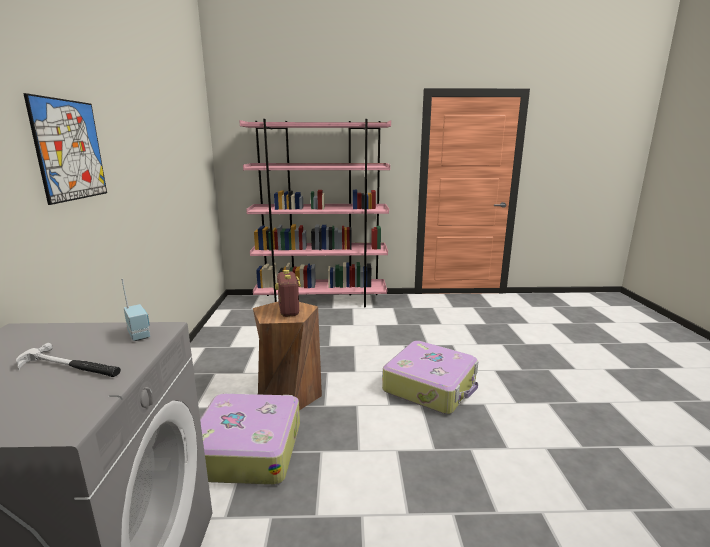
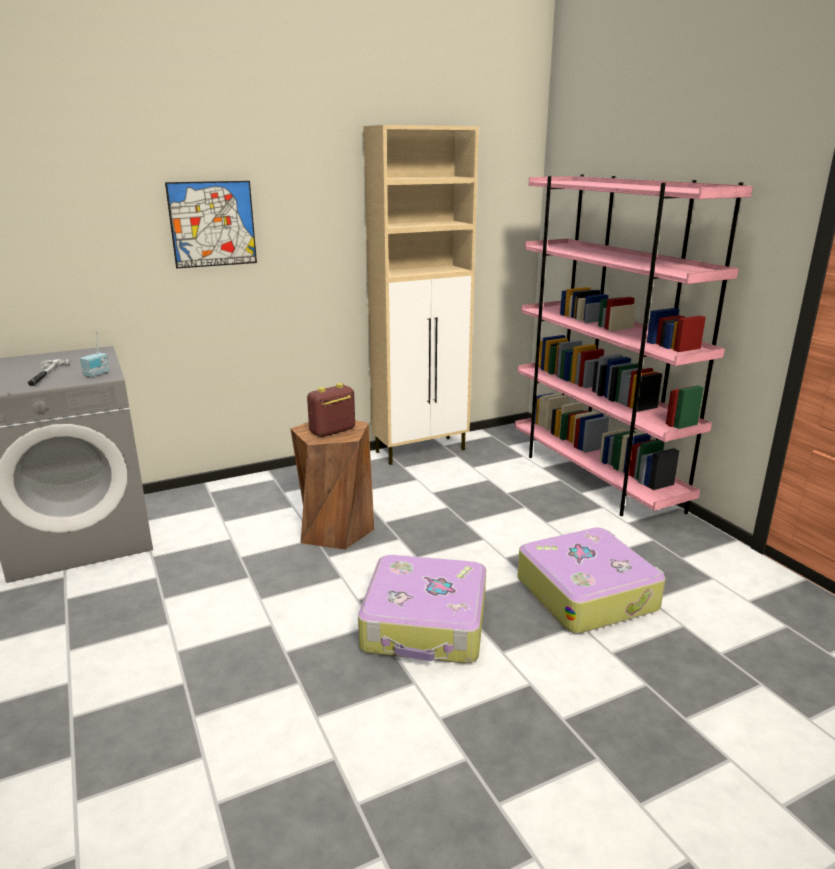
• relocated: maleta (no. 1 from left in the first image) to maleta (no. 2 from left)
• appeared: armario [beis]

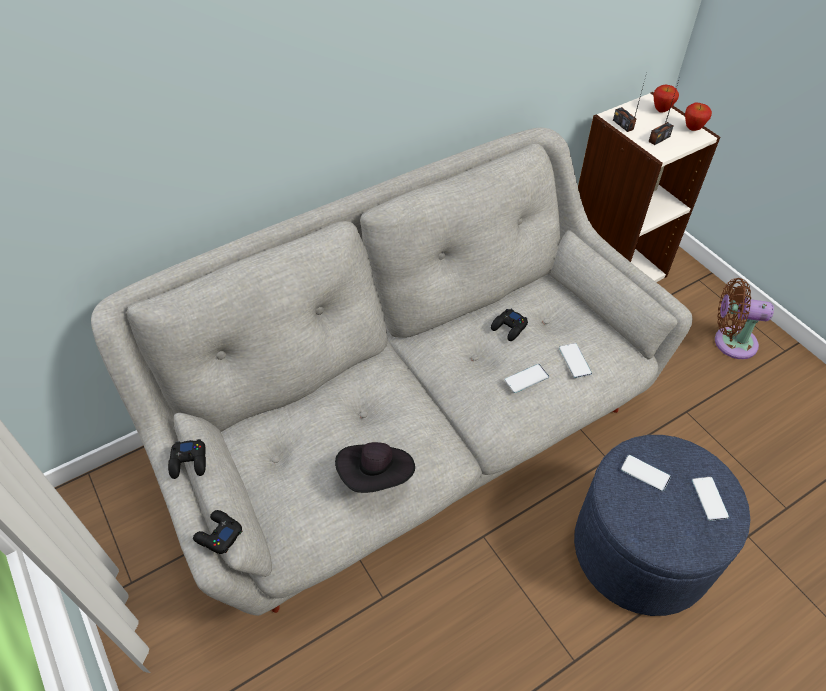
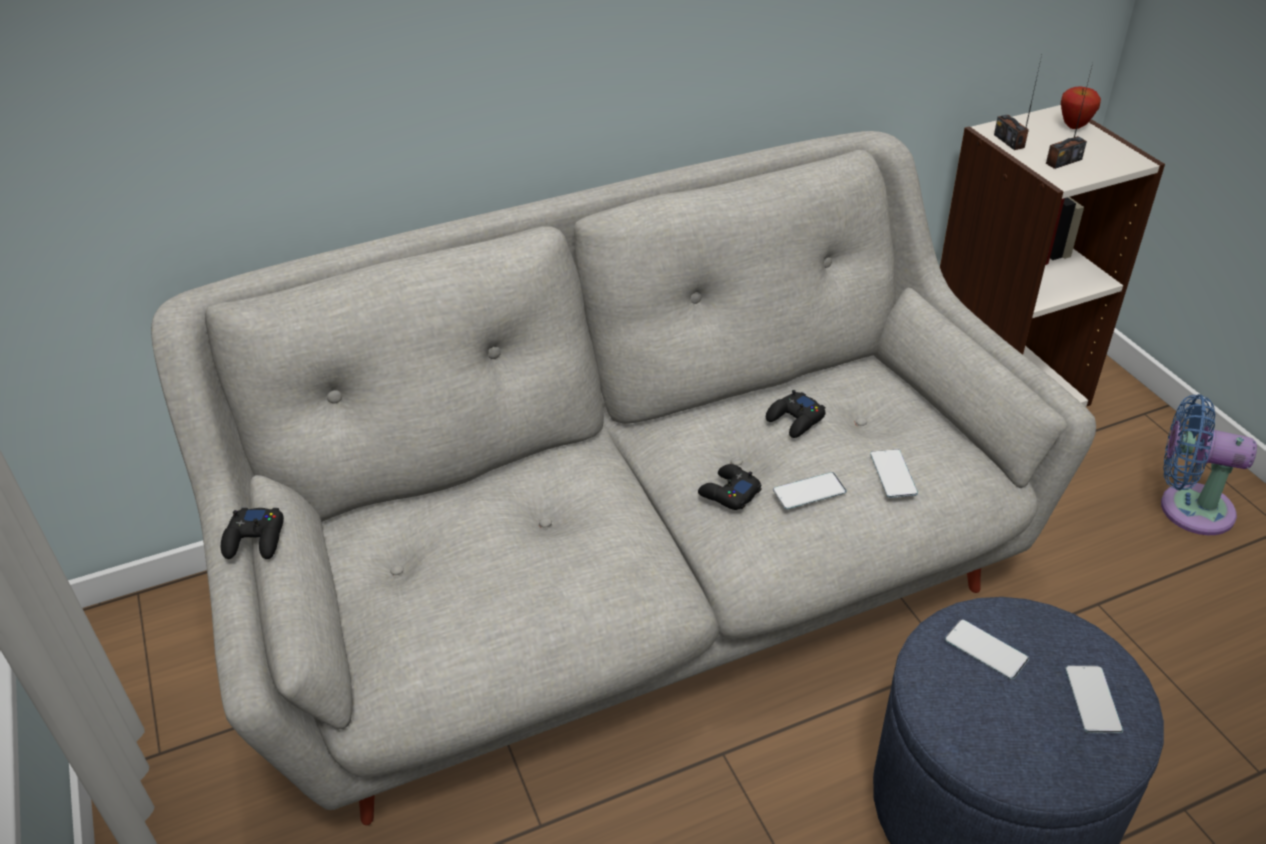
• missing: manzana (no. 2 from left)
• colour: ventilador [marrón] to ventilador [azul]
• missing: sombrero [negro]
• relocated: mando de consola [negro] (no. 2 from left)

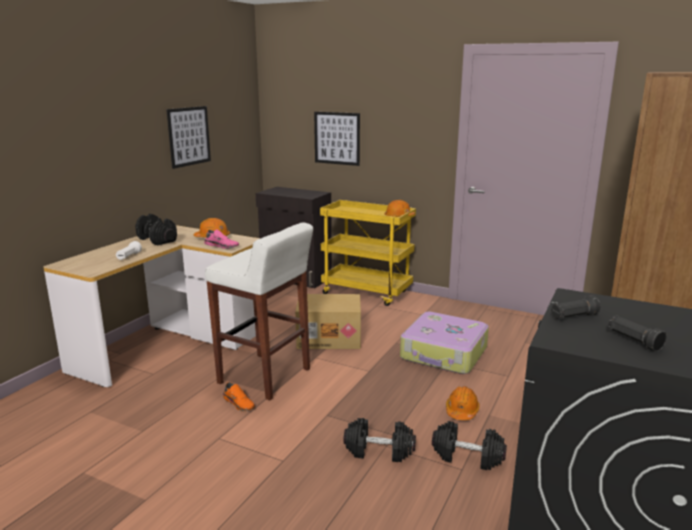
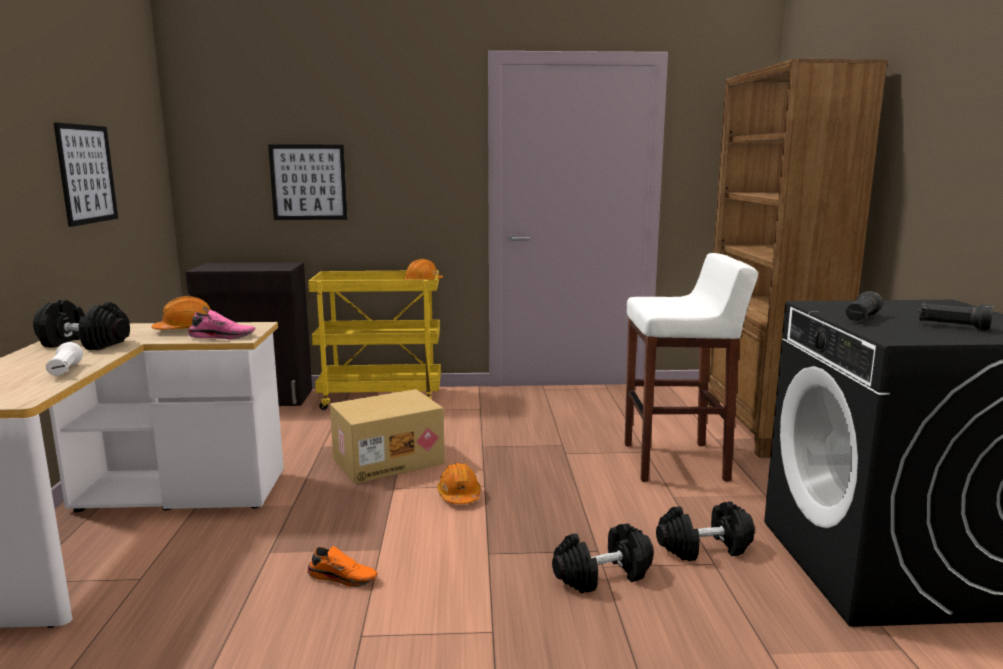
• relocated: taburete [blanco]
• missing: maleta
• relocated: casco [naranja] (no. 3 from left)

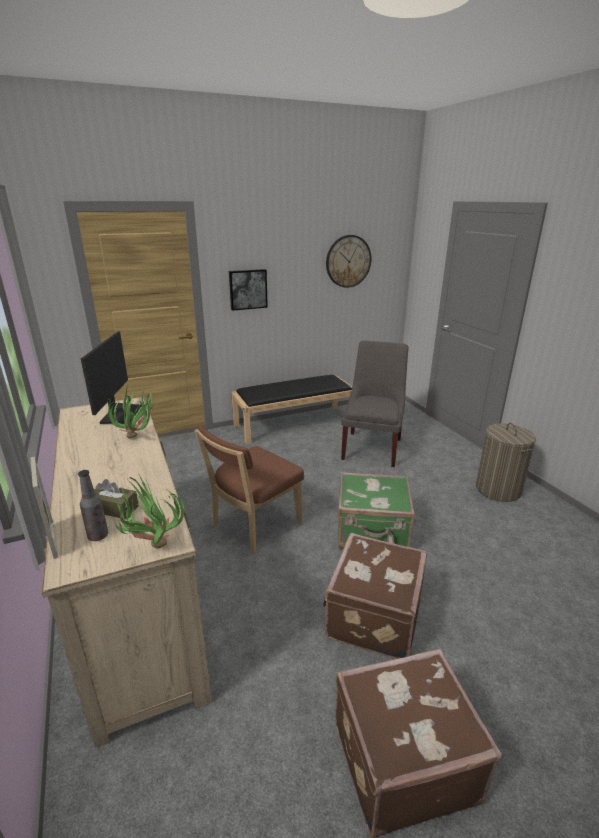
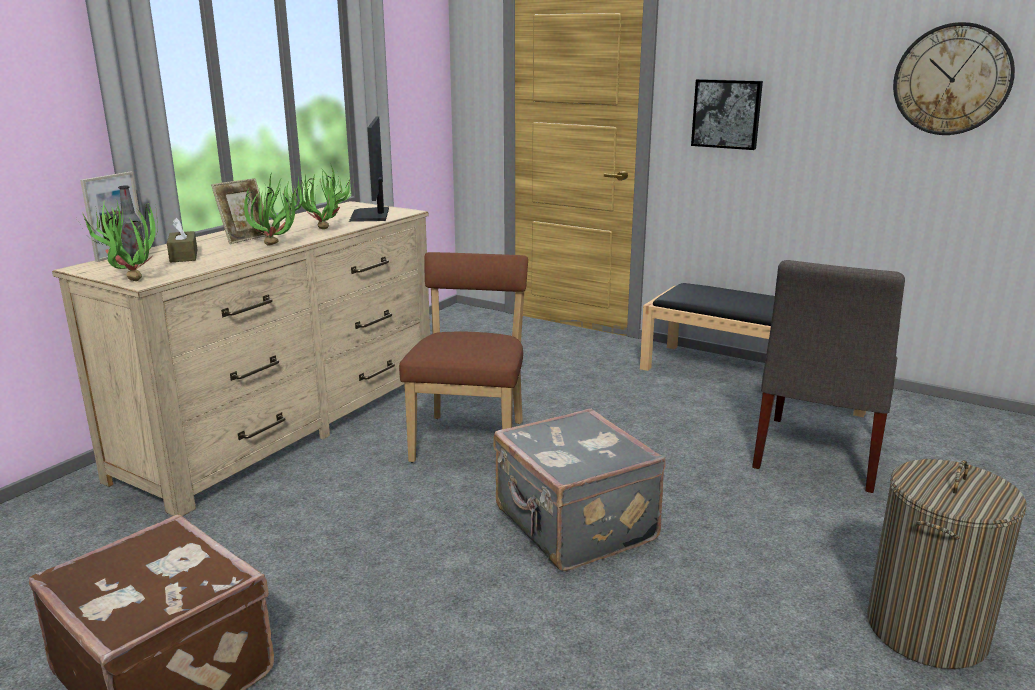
• spun: monitor 120 degrees clockwise
• spun: silla [gris] 135 degrees clockwise
• spun: silla [marrón] 90 degrees clockwise
• colour: maleta [verde] to maleta [gris]
• missing: maleta [marrón] (no. 1 from left)
• appeared: planta en maceta (no. 2 from left)
• appeared: portarretratos (no. 2 from left)

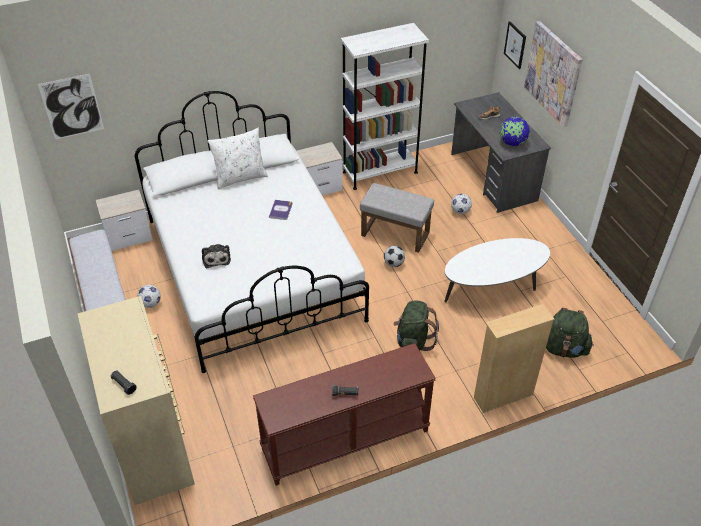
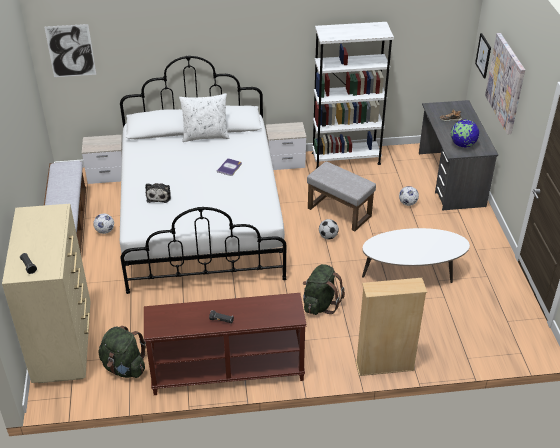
• relocated: mochila [verde] (no. 2 from left in the first image) to mochila [verde] (no. 1 from left)

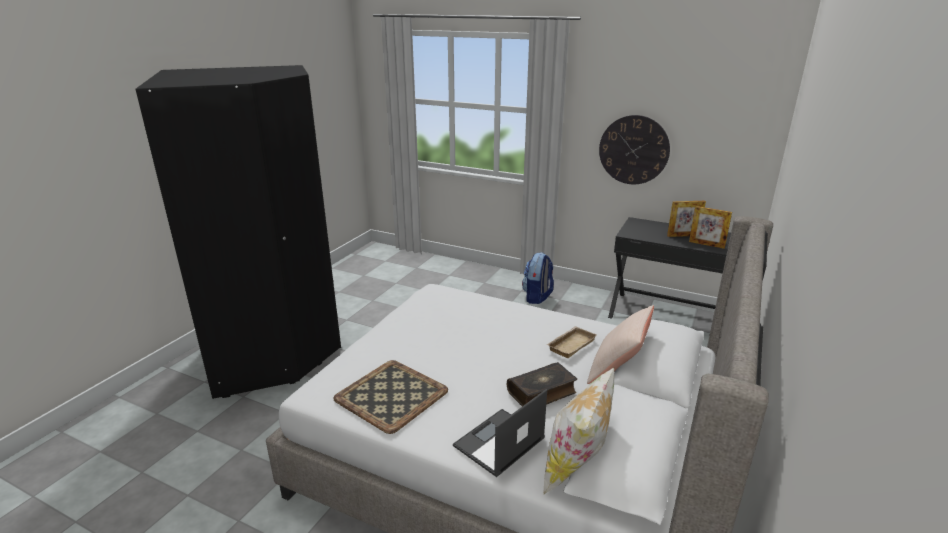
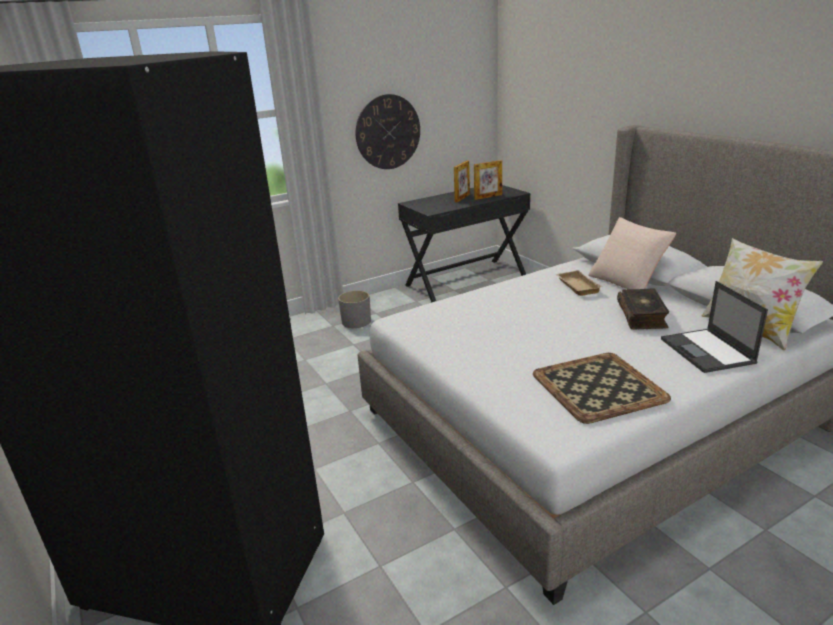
• exchanged: mochila to maceta [gris]

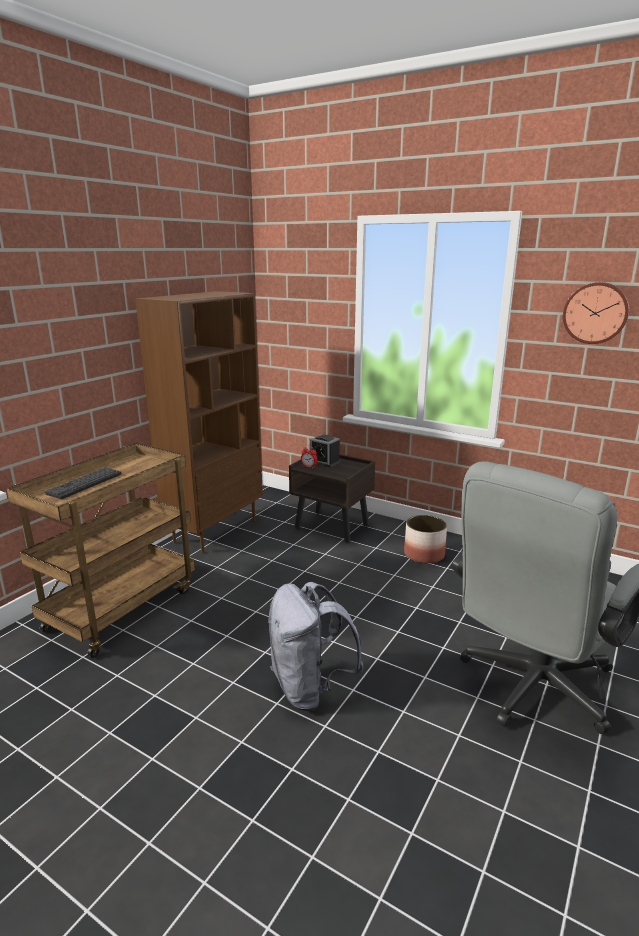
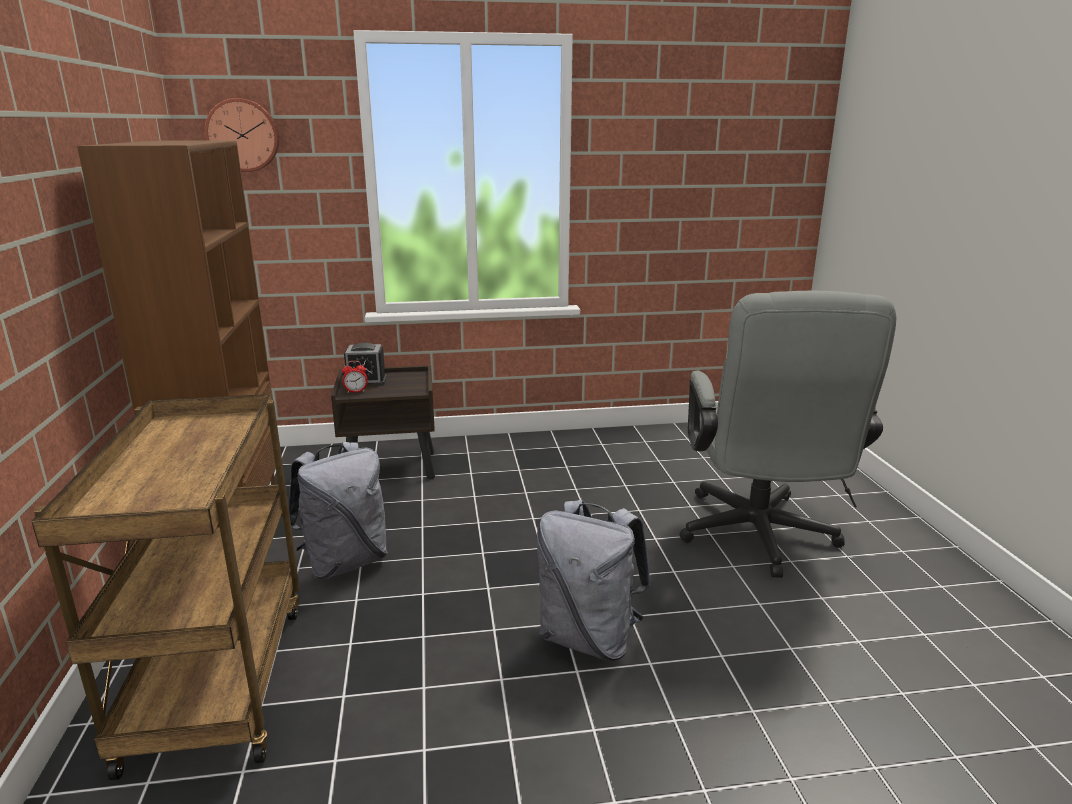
• relocated: reloj de pared
• missing: teclado
• missing: maceta
• appeared: mochila [gris] (no. 1 from left)

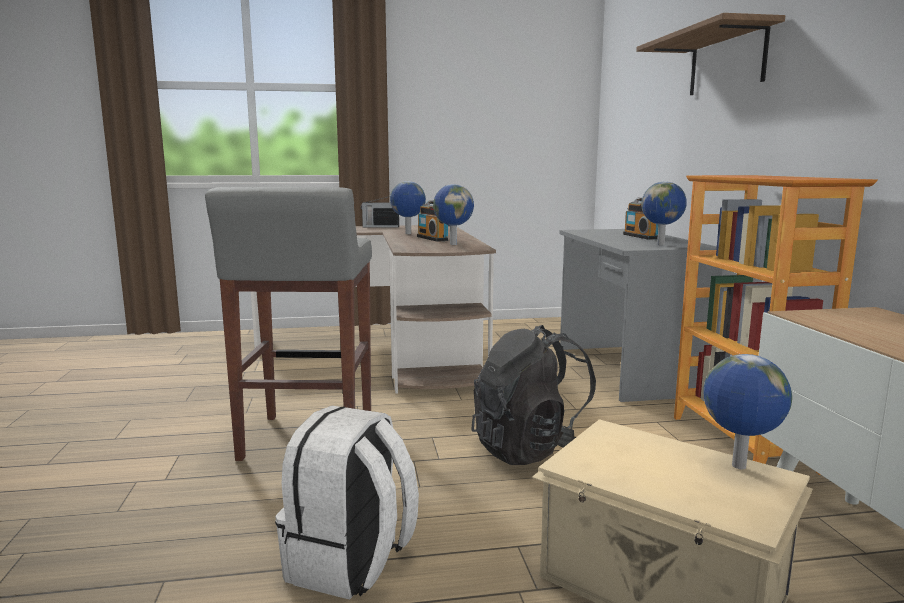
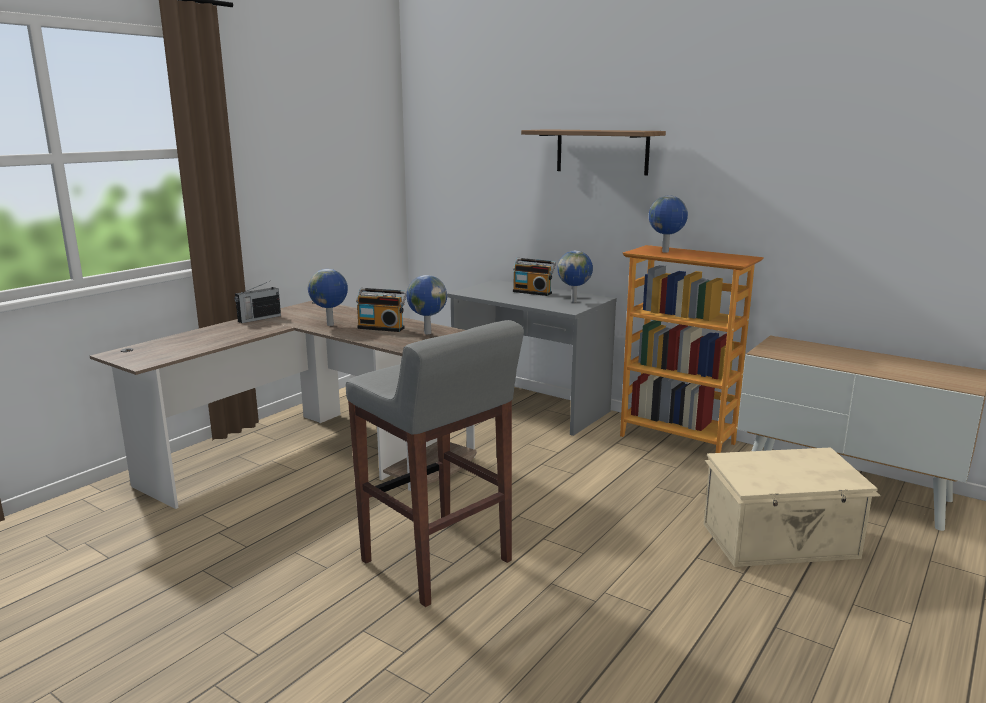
• missing: mochila [negro]
• relocated: globo terráqueo (no. 4 from left)
• missing: mochila [blanco]

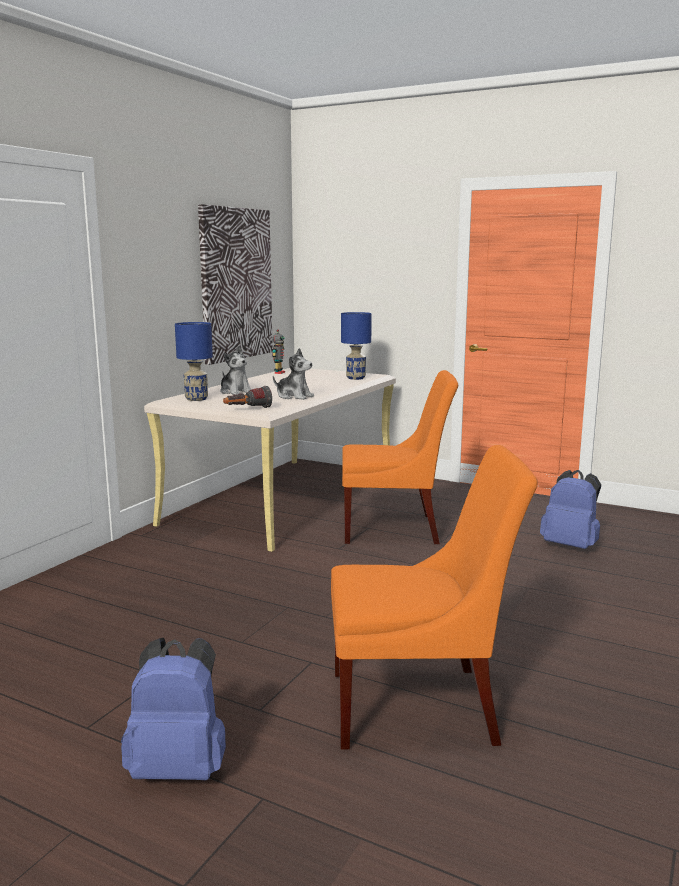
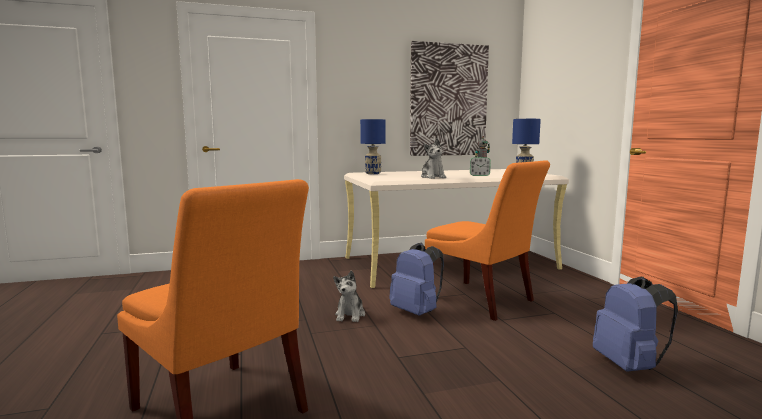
• relocated: peluche (no. 1 from left)
• missing: linterna
• relocated: mochila [azul] (no. 1 from left)
• appeared: despertador

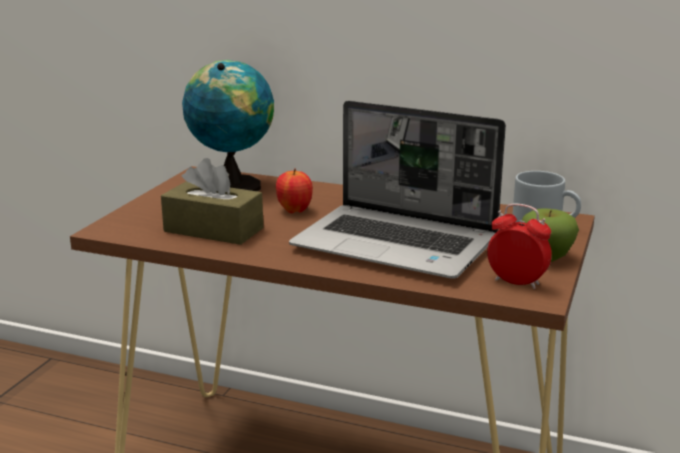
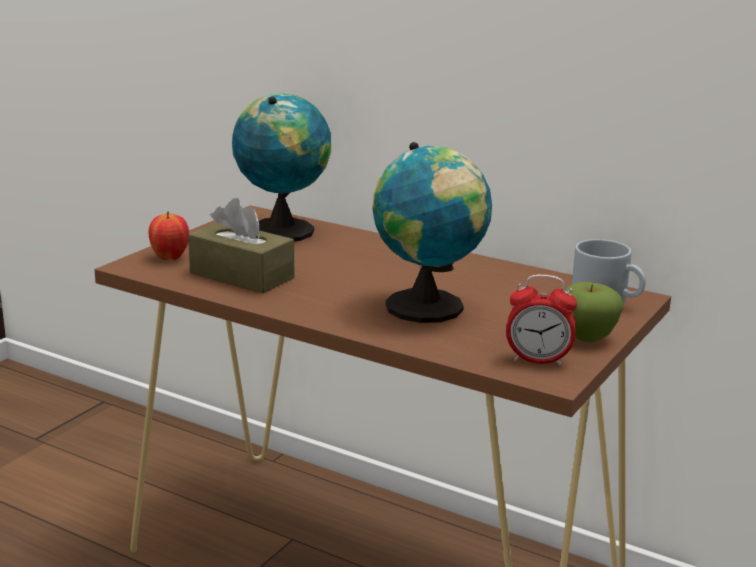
• exchanged: portátil to globo terráqueo (no. 2 from left)
• relocated: manzana (no. 1 from left)
• spun: despertador 150 degrees clockwise

